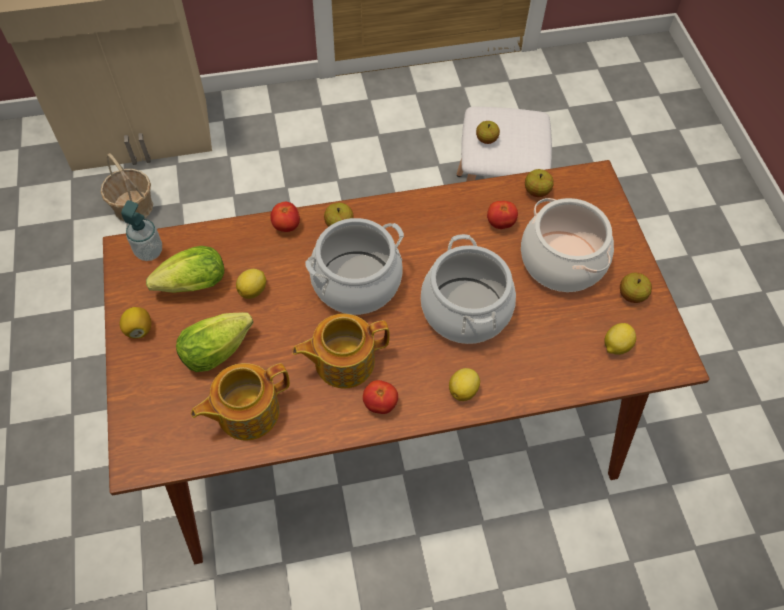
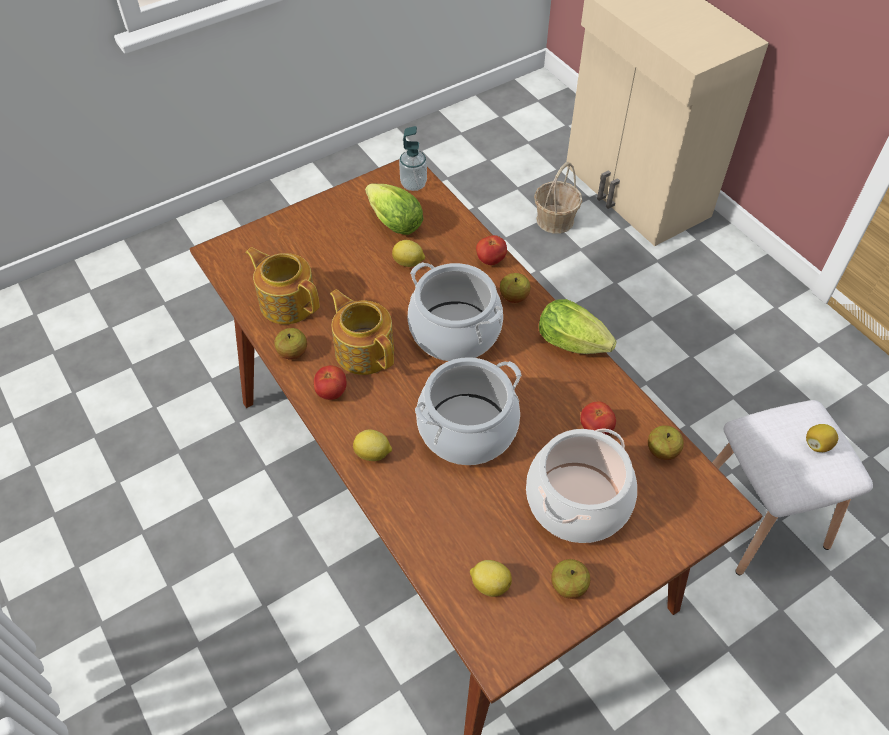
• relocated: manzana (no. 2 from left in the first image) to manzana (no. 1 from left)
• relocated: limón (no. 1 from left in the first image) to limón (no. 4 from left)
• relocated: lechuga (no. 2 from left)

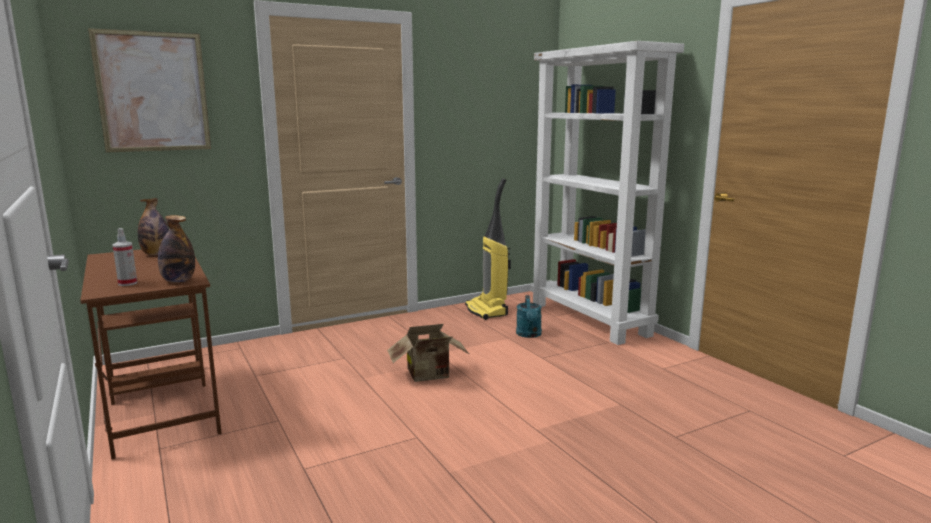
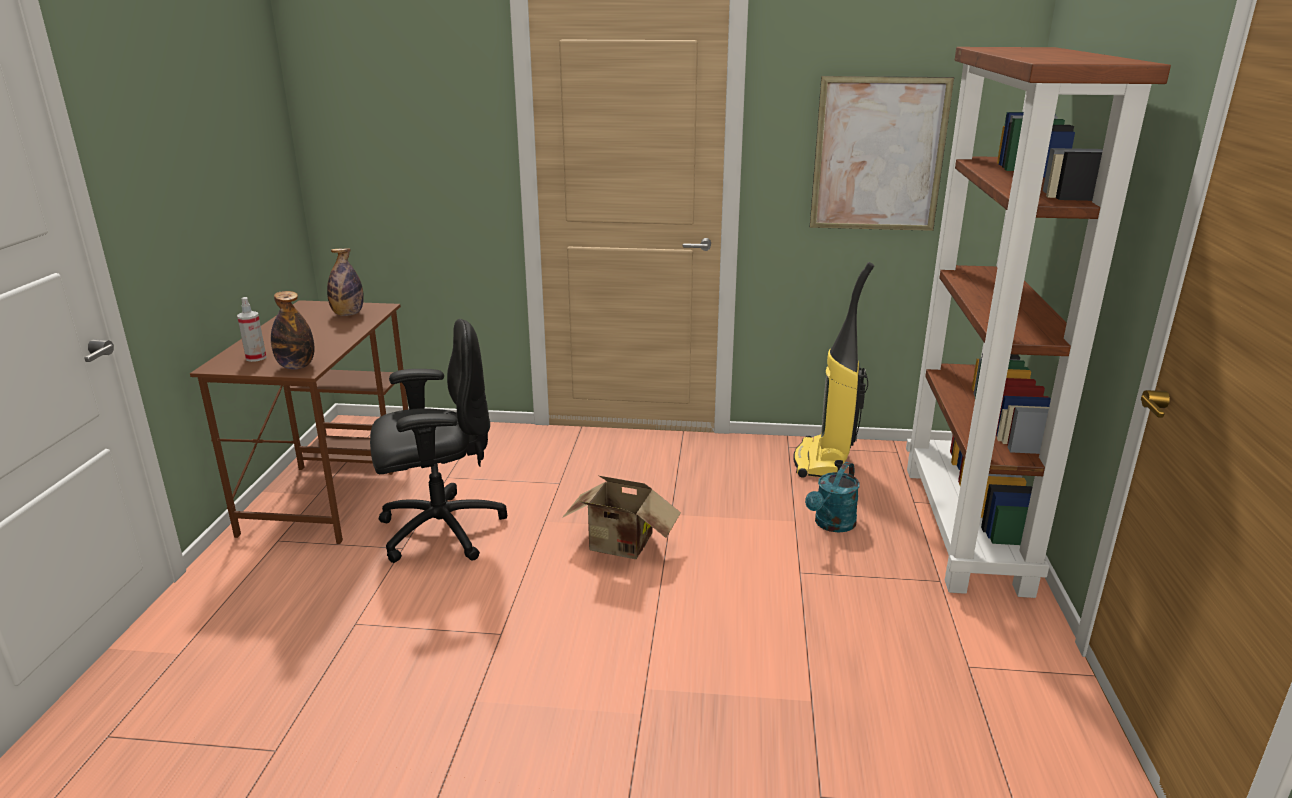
• relocated: cuadro
• colour: estantería [blanco] to estantería [marrón]
• appeared: silla de oficina [negro]

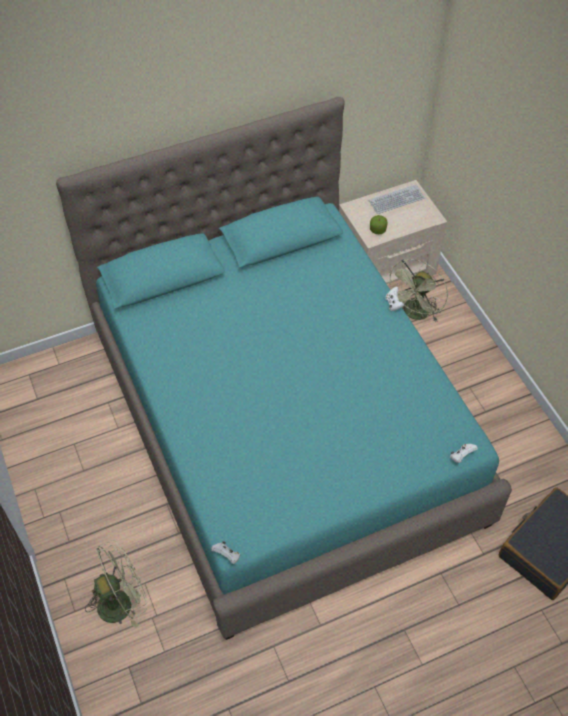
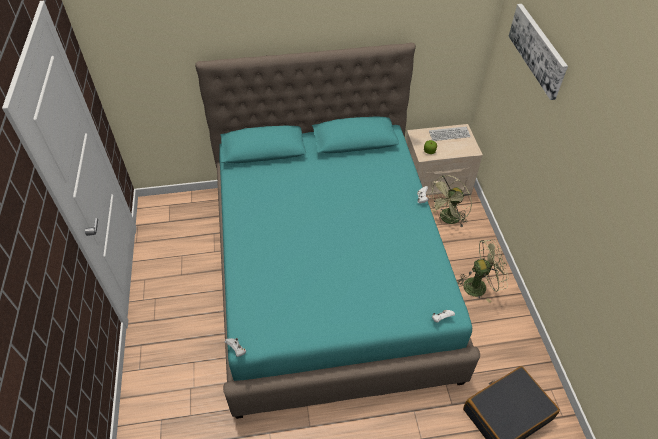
• relocated: ventilador [verde] (no. 1 from left in the first image) to ventilador [verde] (no. 2 from left)
• appeared: cuadro

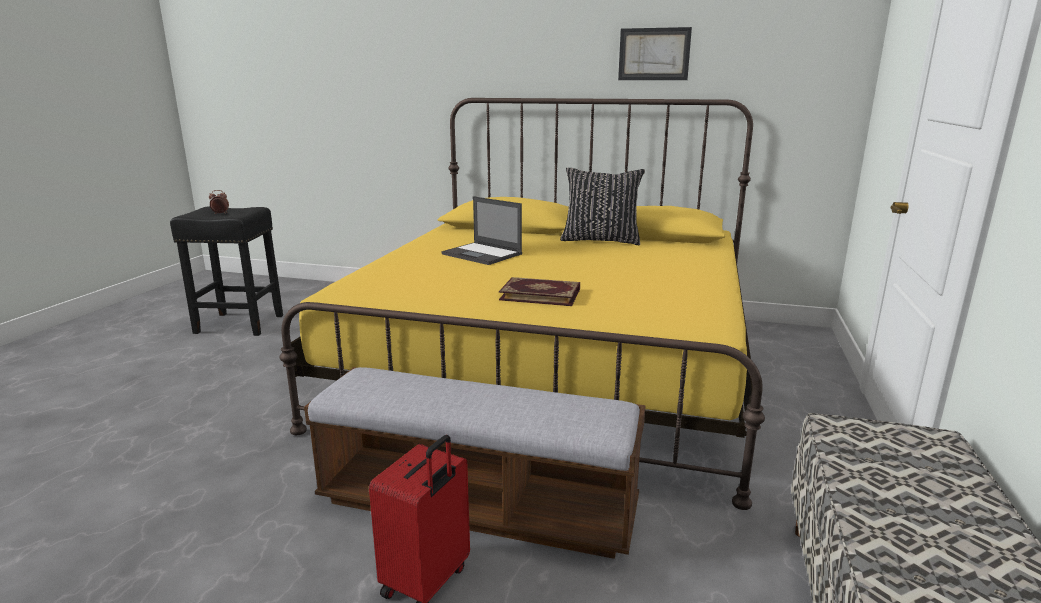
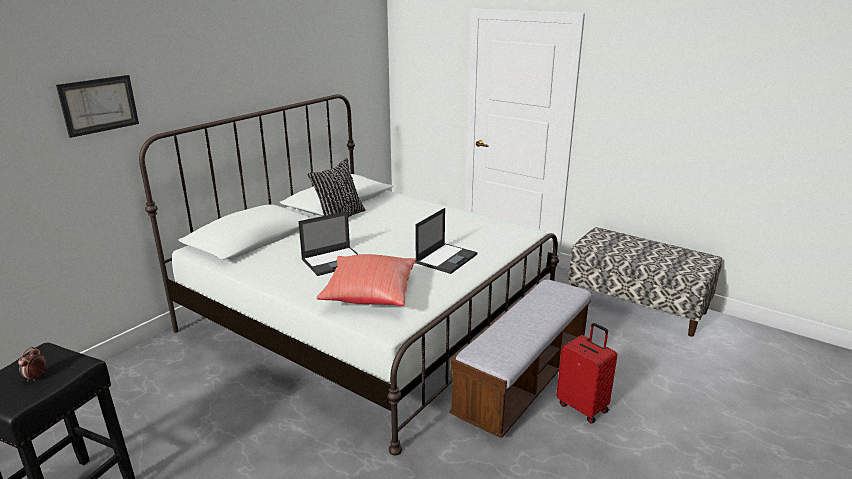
• relocated: cuadro
• colour: cama [amarillo] to cama [blanco]
• exchanged: libro to portátil (no. 2 from left)
• appeared: cojín [rojo]

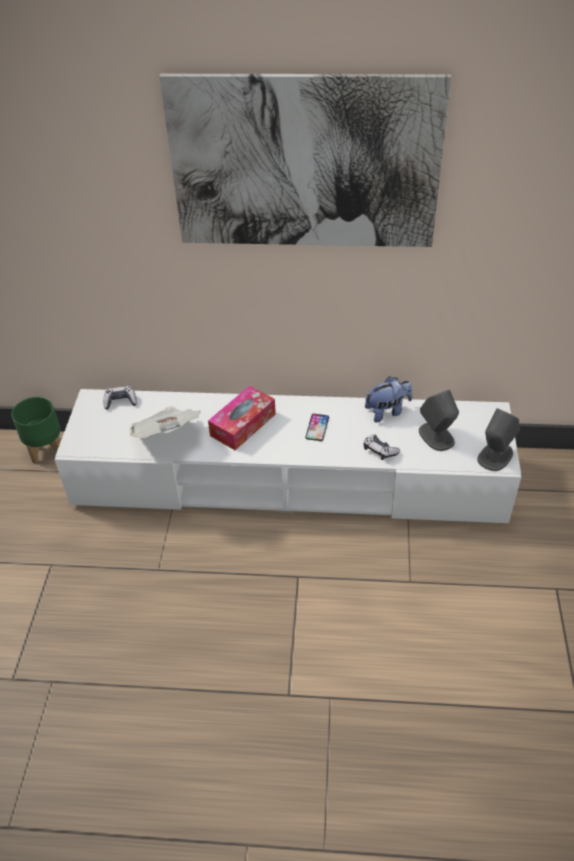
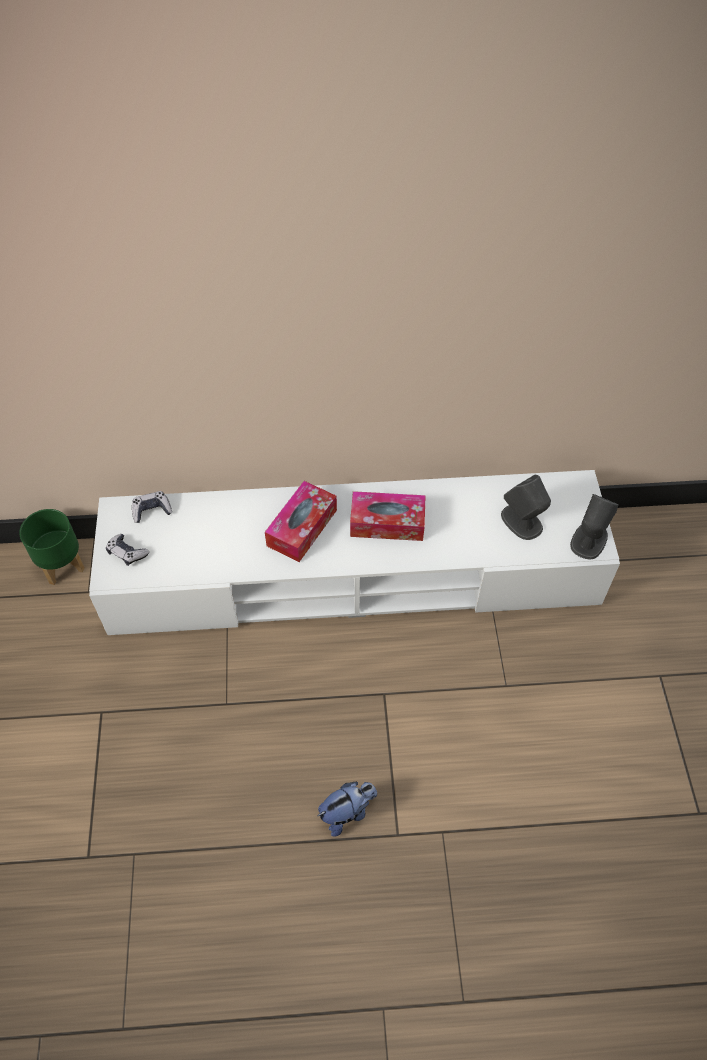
• missing: cuadro
• relocated: peluche
• missing: periódico
• exchanged: móvil to caja de pañuelos (no. 2 from left)
• relocated: mando de consola (no. 2 from left in the first image) to mando de consola (no. 1 from left)

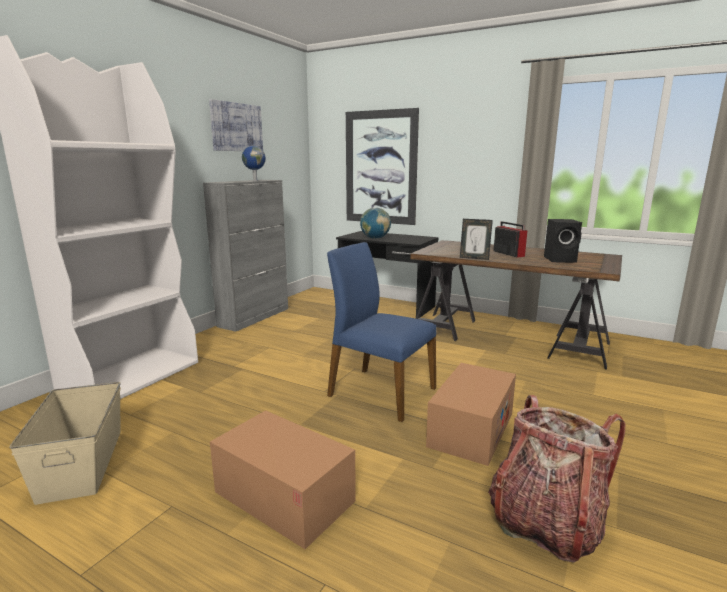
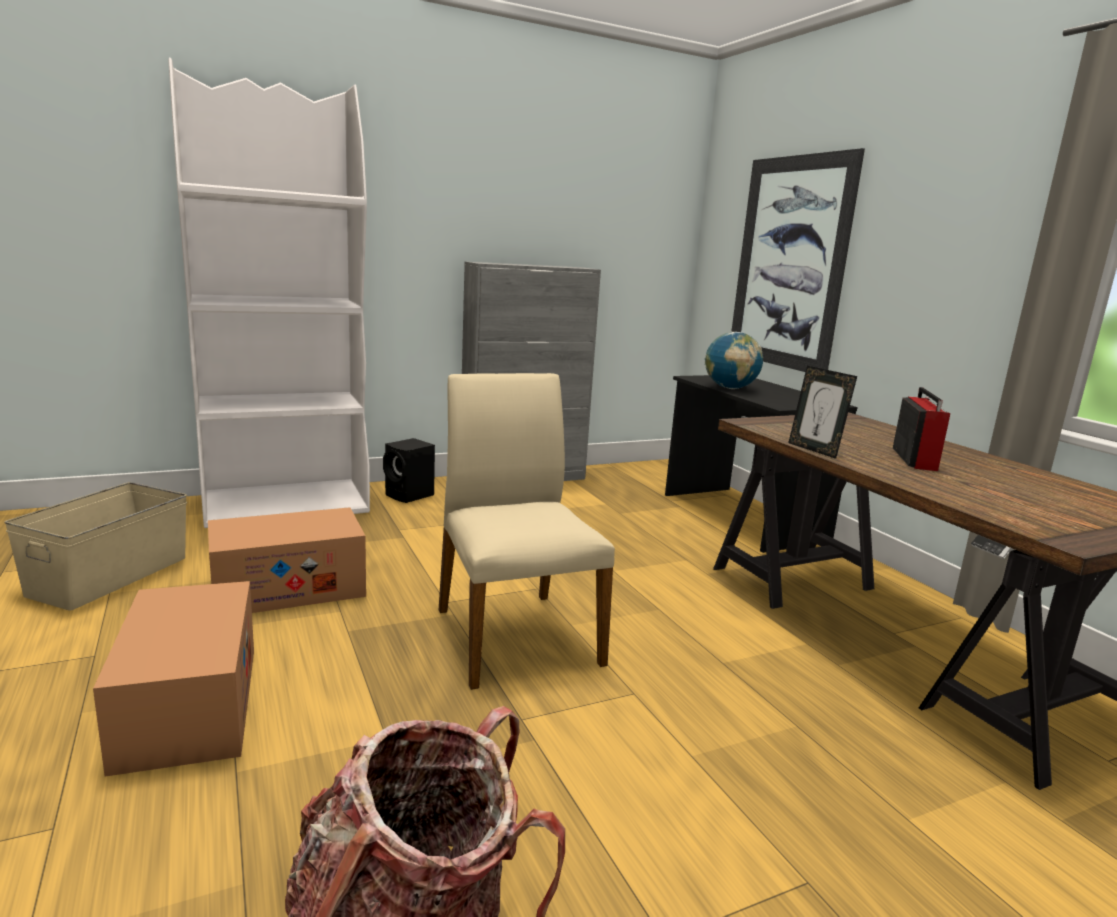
• missing: cuadro (no. 1 from left)
• missing: globo terráqueo (no. 1 from left)
• relocated: altavoz [negro]
• colour: silla [azul] to silla [beis]
• relocated: caja de cartón (no. 2 from left)

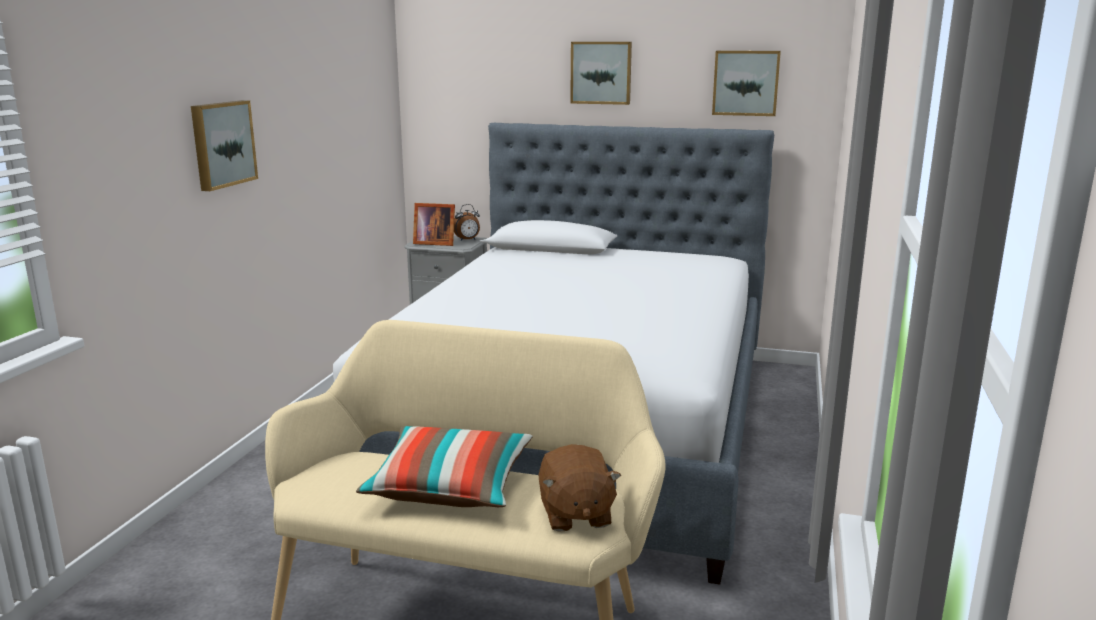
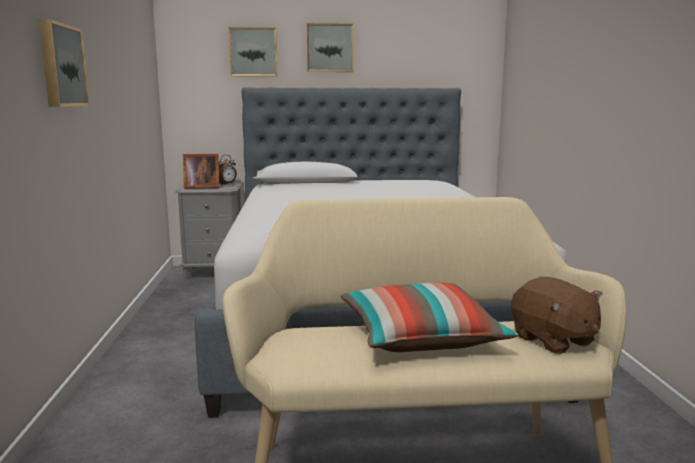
• relocated: cuadro (no. 3 from left in the first image) to cuadro (no. 2 from left)

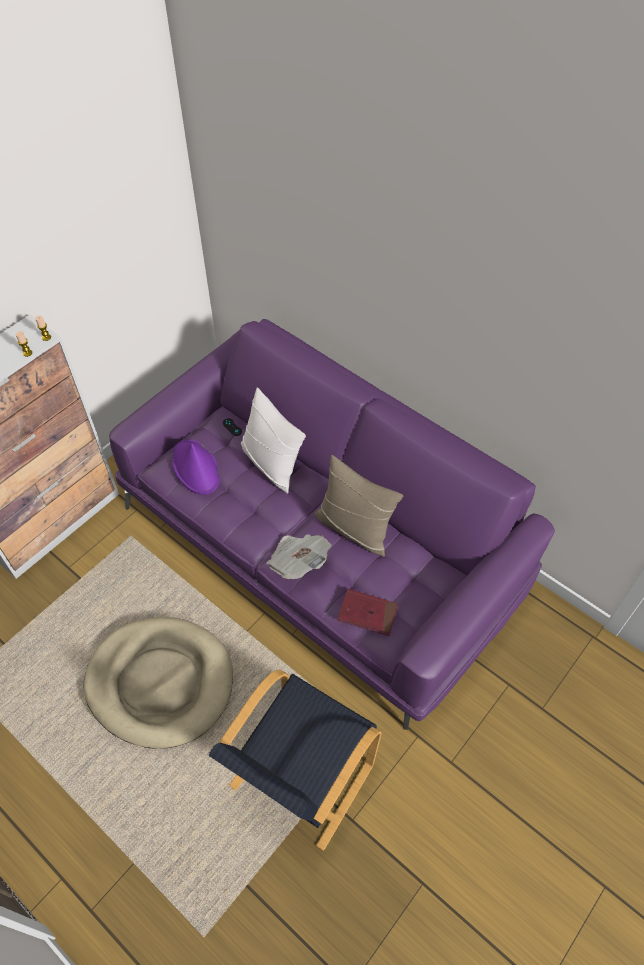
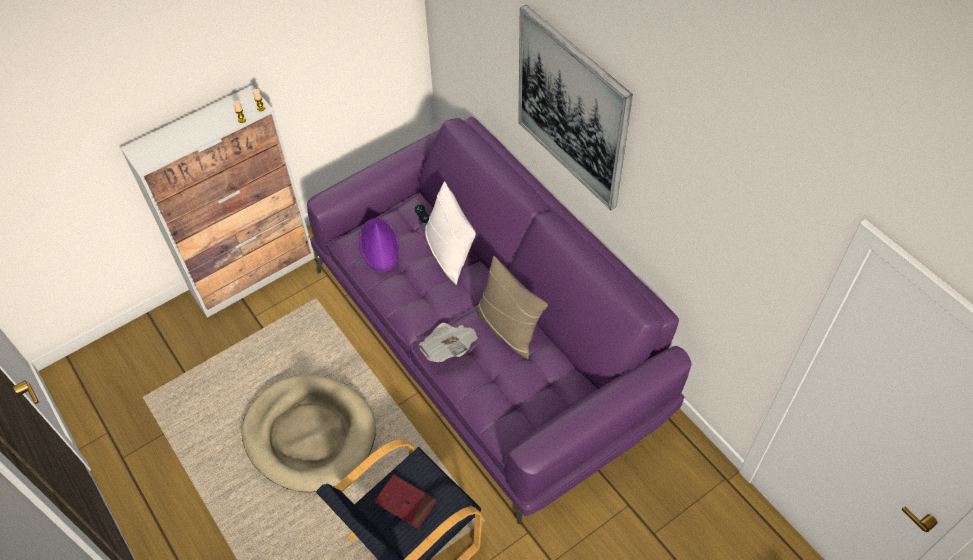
• relocated: libro [rojo]
• appeared: cuadro

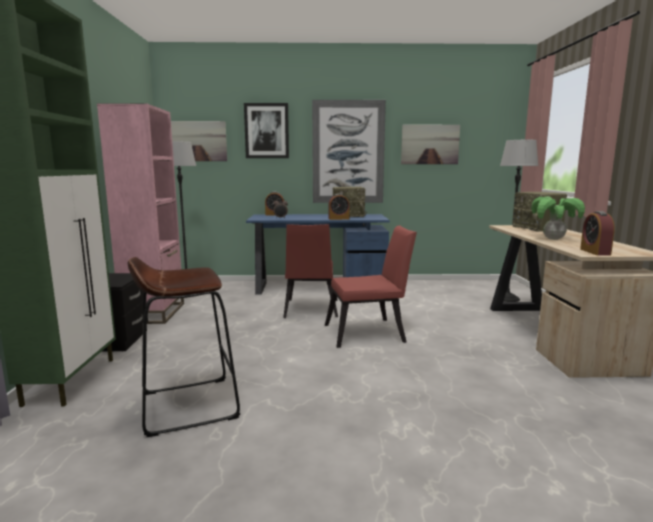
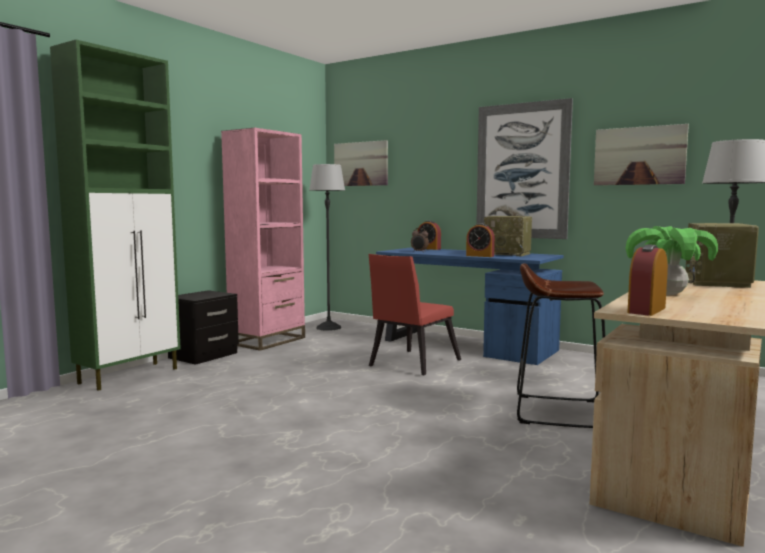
• missing: cuadro (no. 2 from left)
• missing: silla [rojo] (no. 2 from left)
• relocated: taburete [marrón]

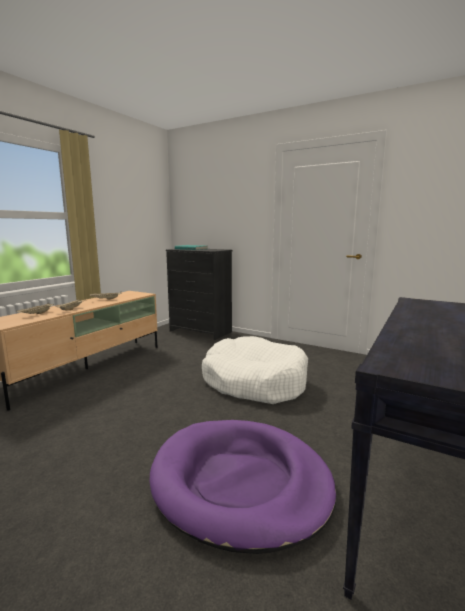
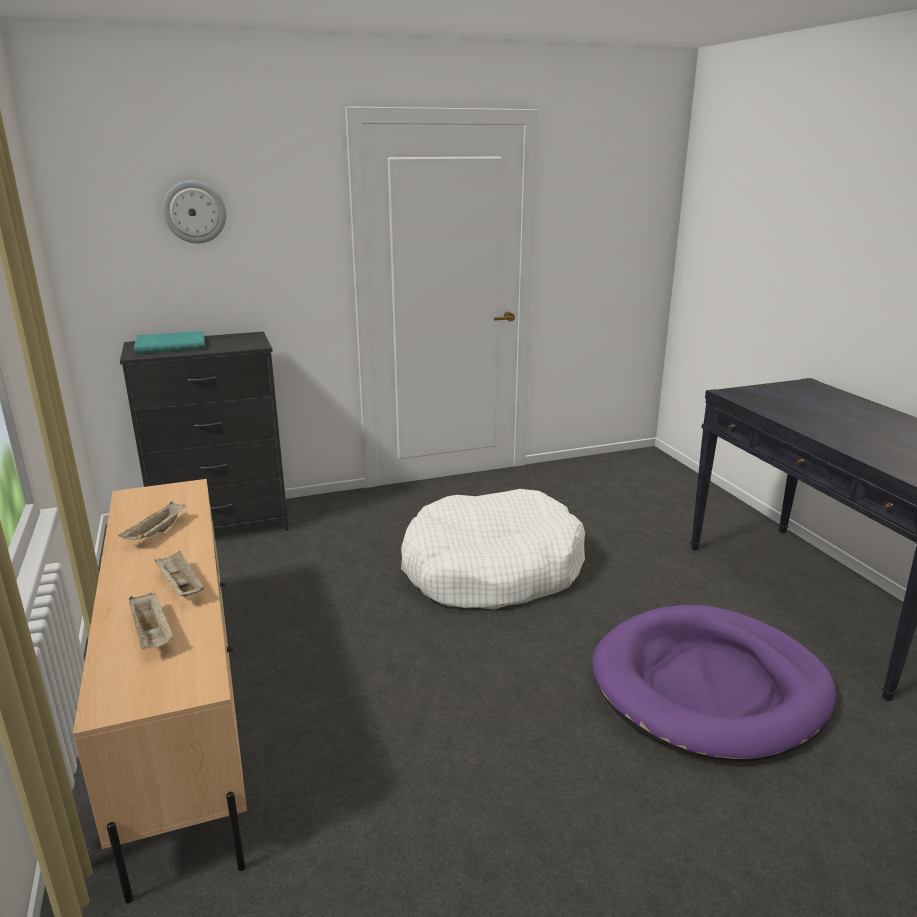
• appeared: reloj de pared

